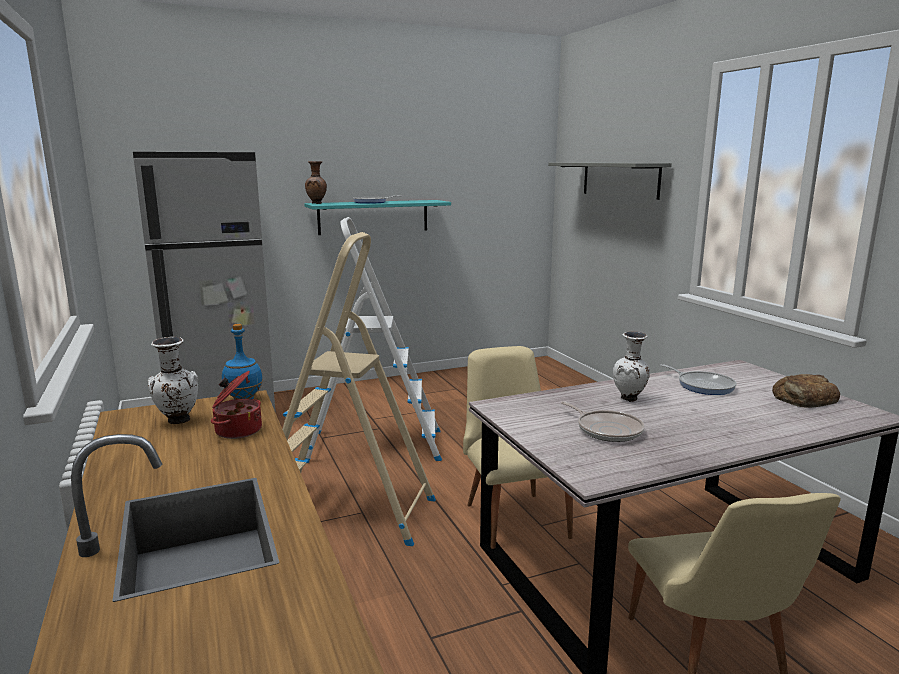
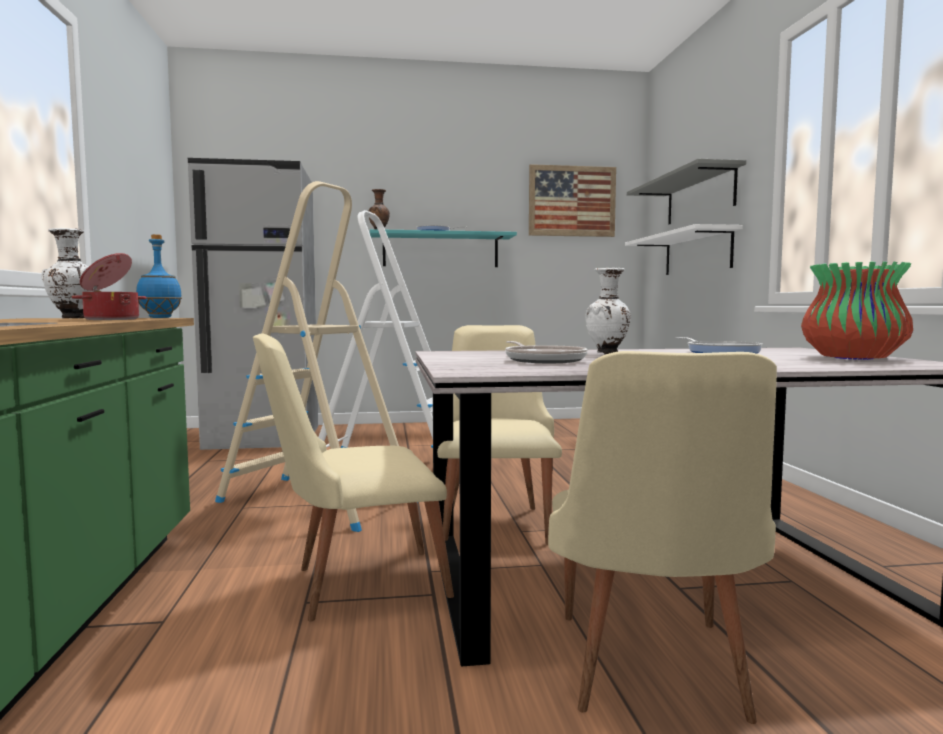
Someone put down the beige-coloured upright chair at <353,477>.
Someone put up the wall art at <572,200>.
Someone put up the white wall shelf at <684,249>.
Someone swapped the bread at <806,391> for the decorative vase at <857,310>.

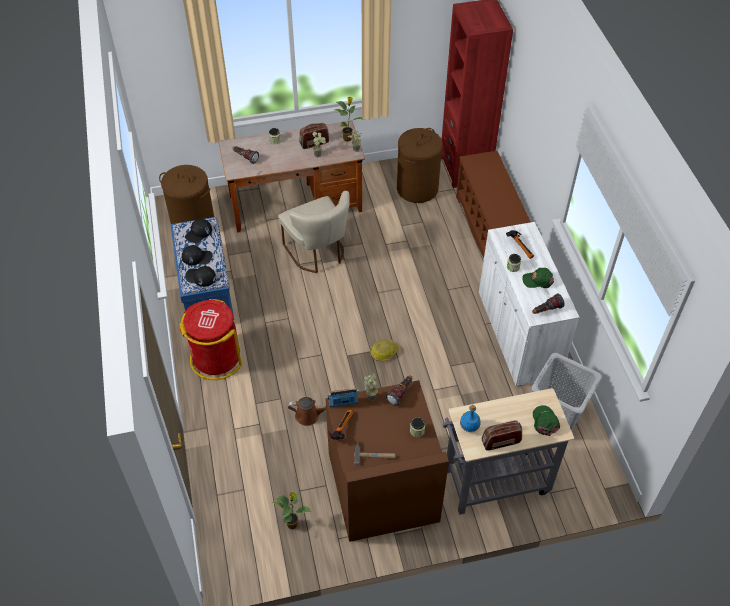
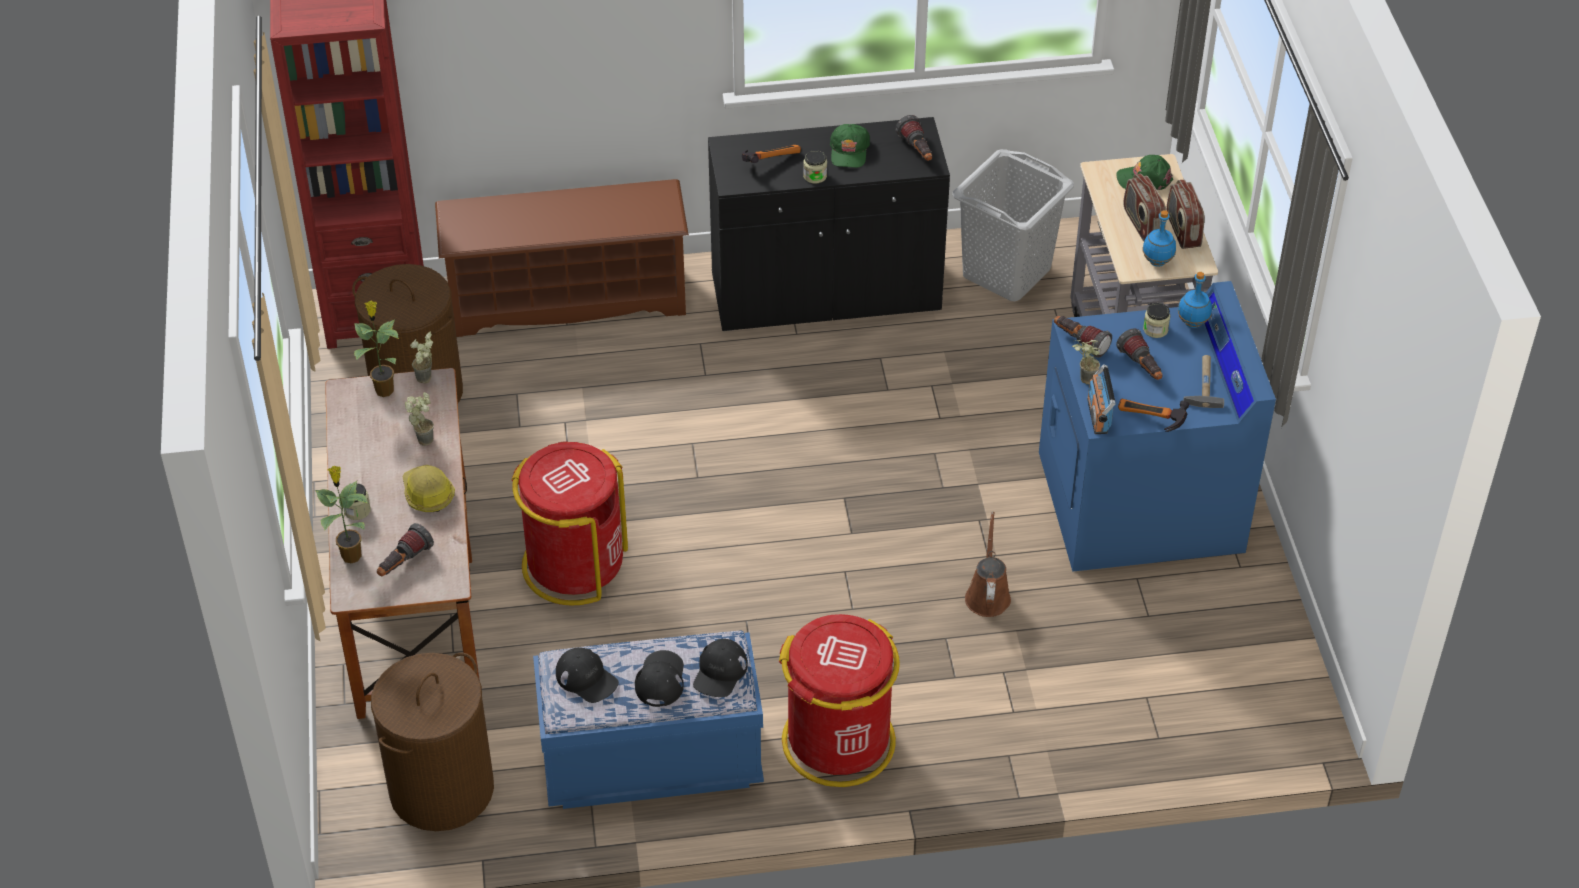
Someone put down the torch at <1139,354>.
Someone put down the blue bottle at <1195,300>.
Someone carried the potted plant from <292,511> to <342,514>.
Someone carried the radio receiver from <314,136> to <1144,207>.
Someone carried the safety helmet from <385,351> to <428,488>.
Someone swapped the beige-coloured upright chair at <314,232> for the red-coloured waste bin at <569,523>.
Someone repainted the brown washing machine at <387,461>, which became the blue washing machine at <1157,426>.
Someone repainted the white cabinet at <529,304>, which became the black-coloured cabinet at <829,224>.

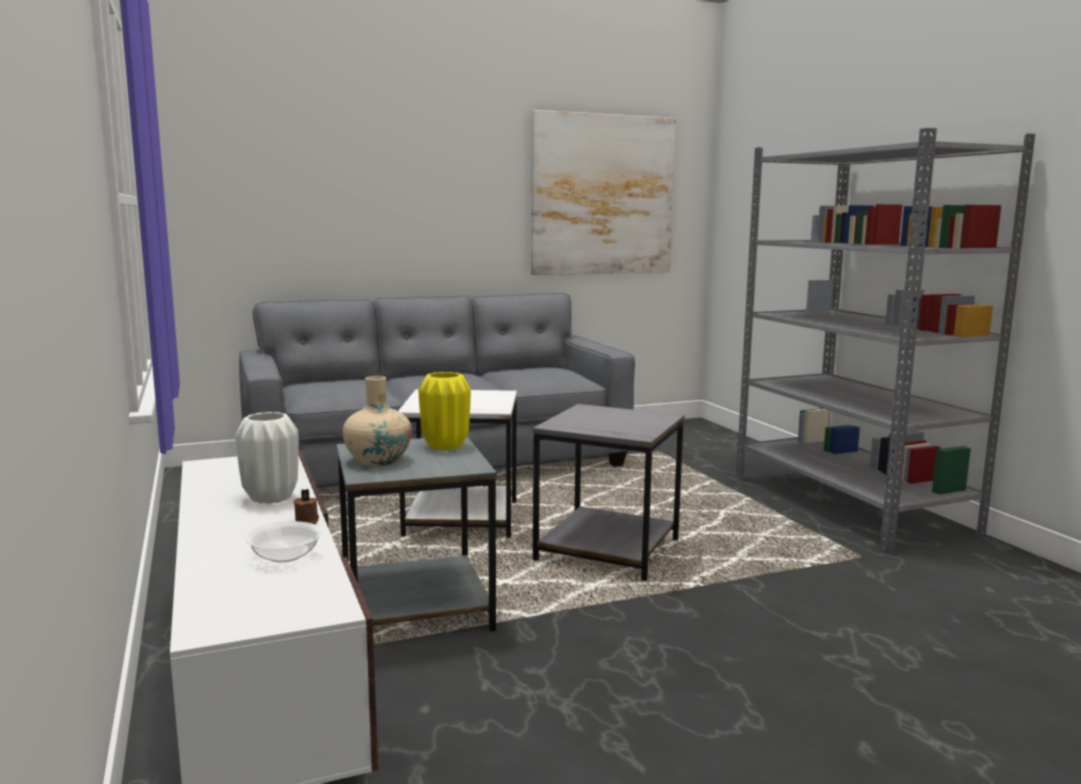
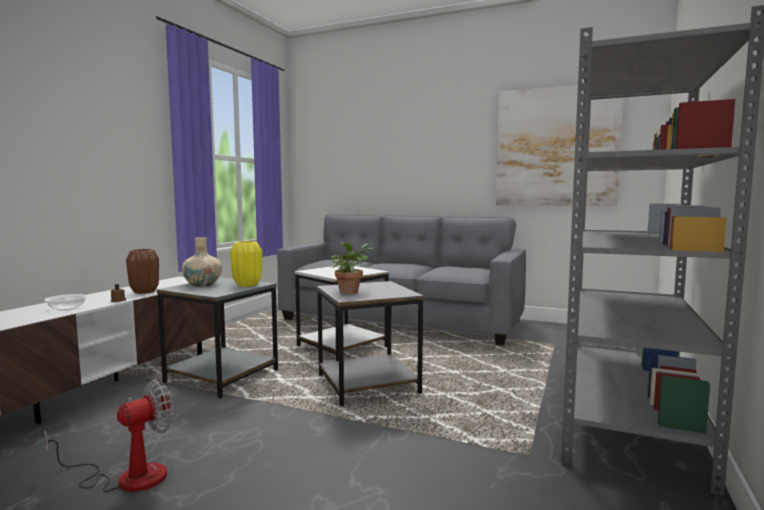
Someone put down the electric fan at <109,436>.
Someone put down the potted plant at <352,268>.
Someone repainted the white decorative vase at <267,458>, which became the brown decorative vase at <142,271>.

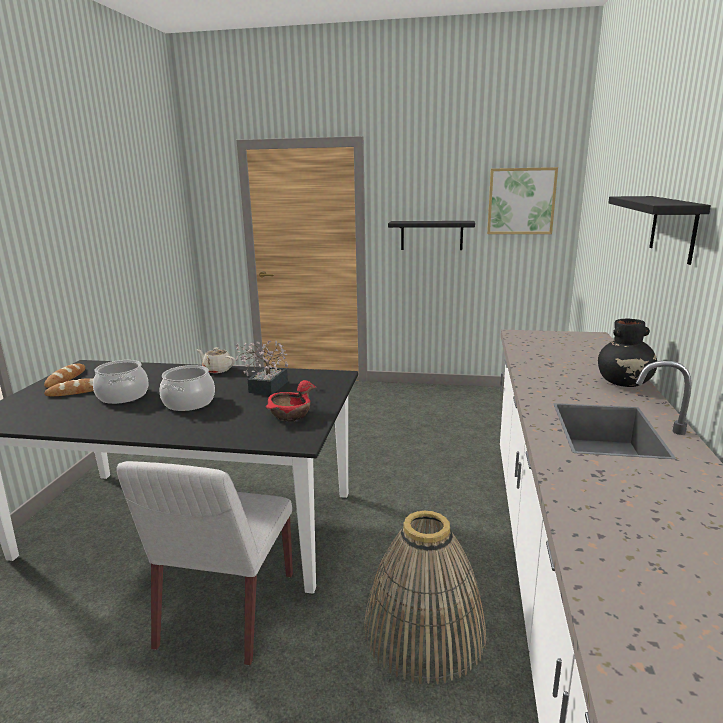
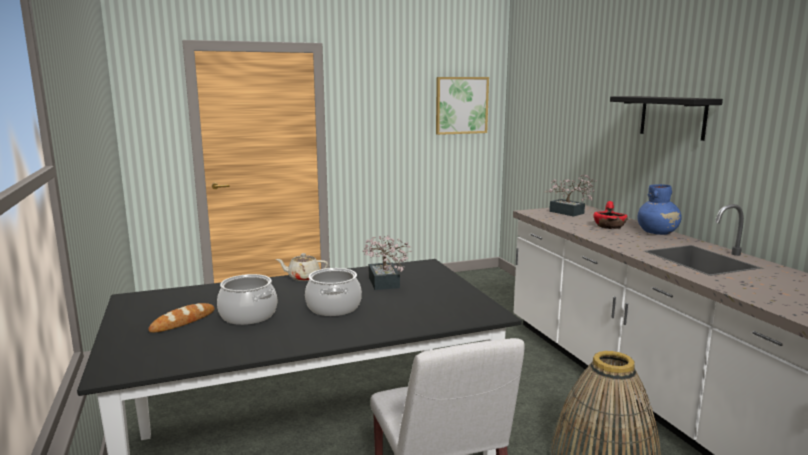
Someone took away the bread at <64,376>.
Someone took away the black-coloured wall shelf at <431,235>.
Someone put down the potted plant at <570,195>.
Someone carried the red-coloured serving bowl from <291,401> to <610,215>.
Someone repainted the black-coloured decorative vase at <627,352>, which became the blue decorative vase at <660,209>.

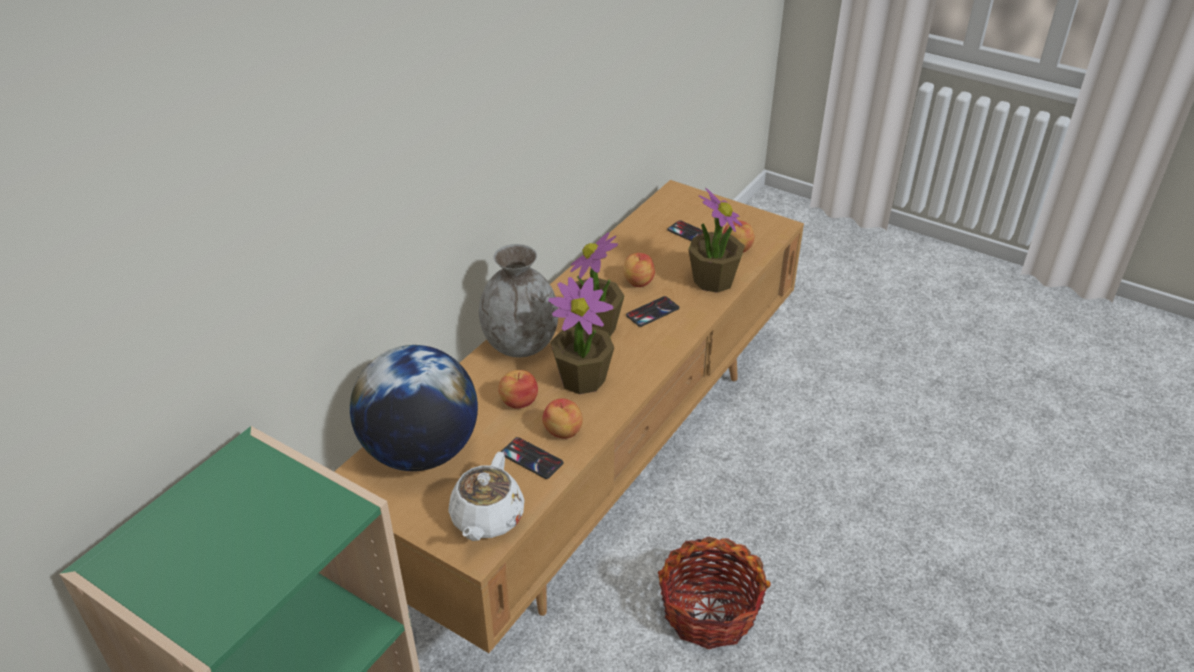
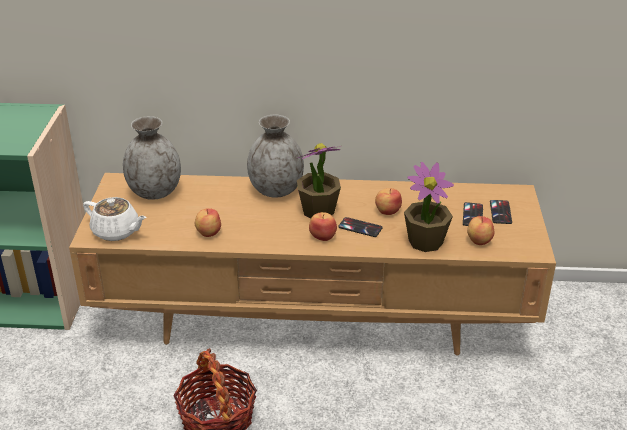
Someone took away the potted plant at <581,335>.
Someone carried the apple from <518,389> to <323,226>.
Someone carried the handset from <532,458> to <501,212>.
Someone swapped the globe at <414,408> for the greyish decorative vase at <152,158>.
Someone rotated the white teapot at <486,496> by 135 degrees counterclockwise.

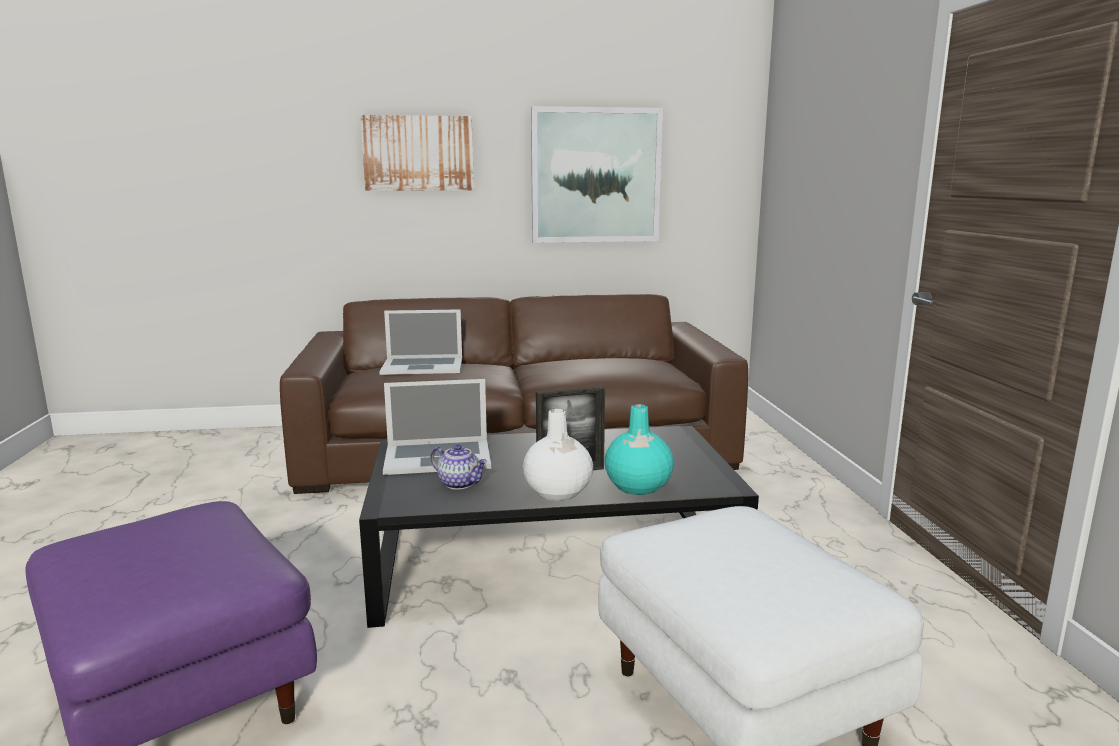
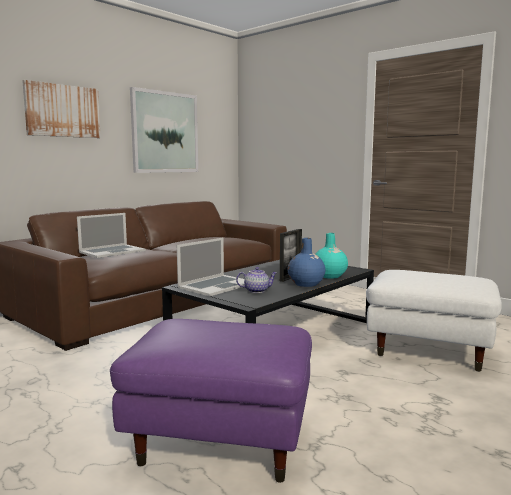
Someone repainted the white decorative vase at <558,455>, which became the blue decorative vase at <307,262>.

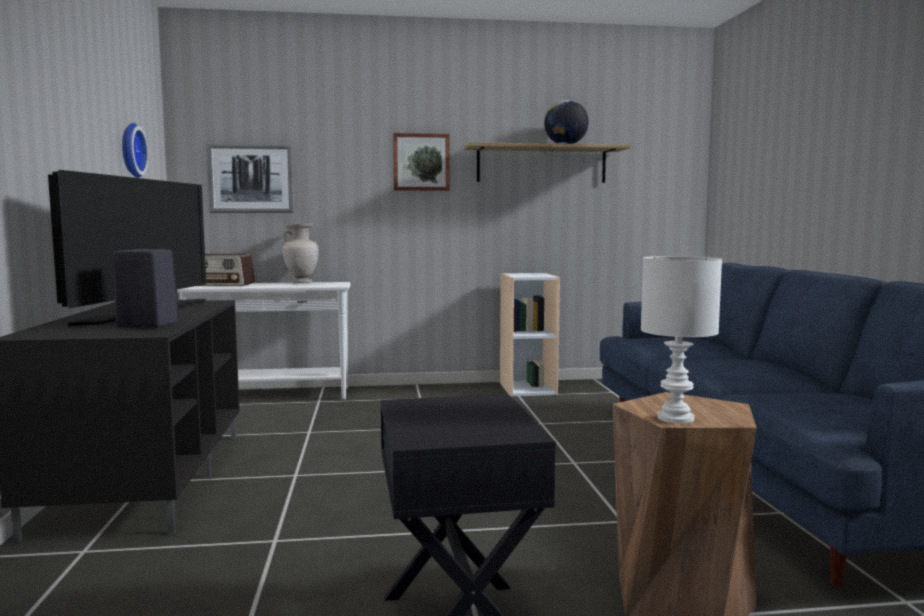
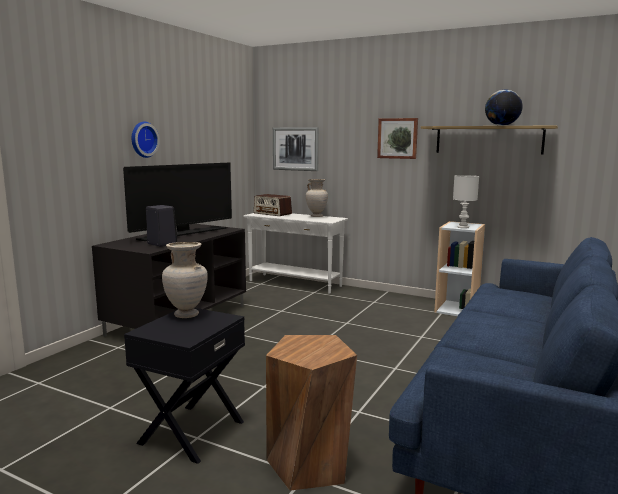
Someone put down the beige-coloured decorative vase at <185,280>.
Someone carried the wall clock from <135,150> to <146,140>.
Someone carried the white table lamp from <681,340> to <466,202>.

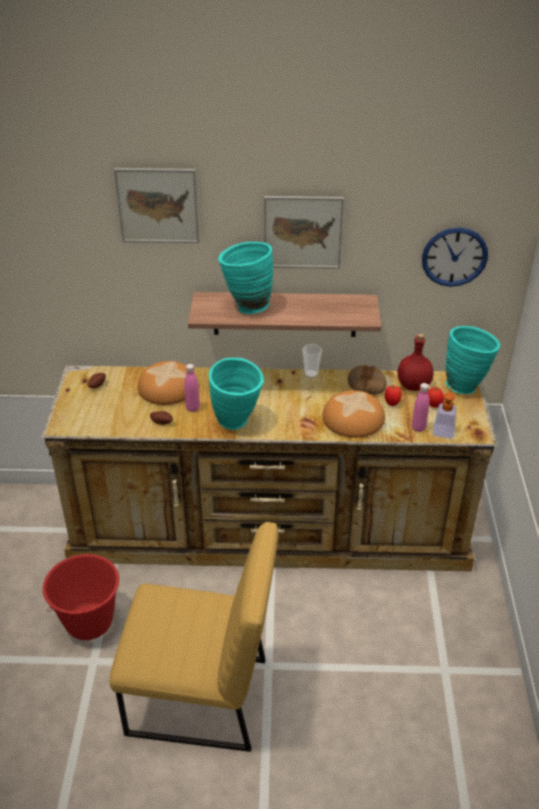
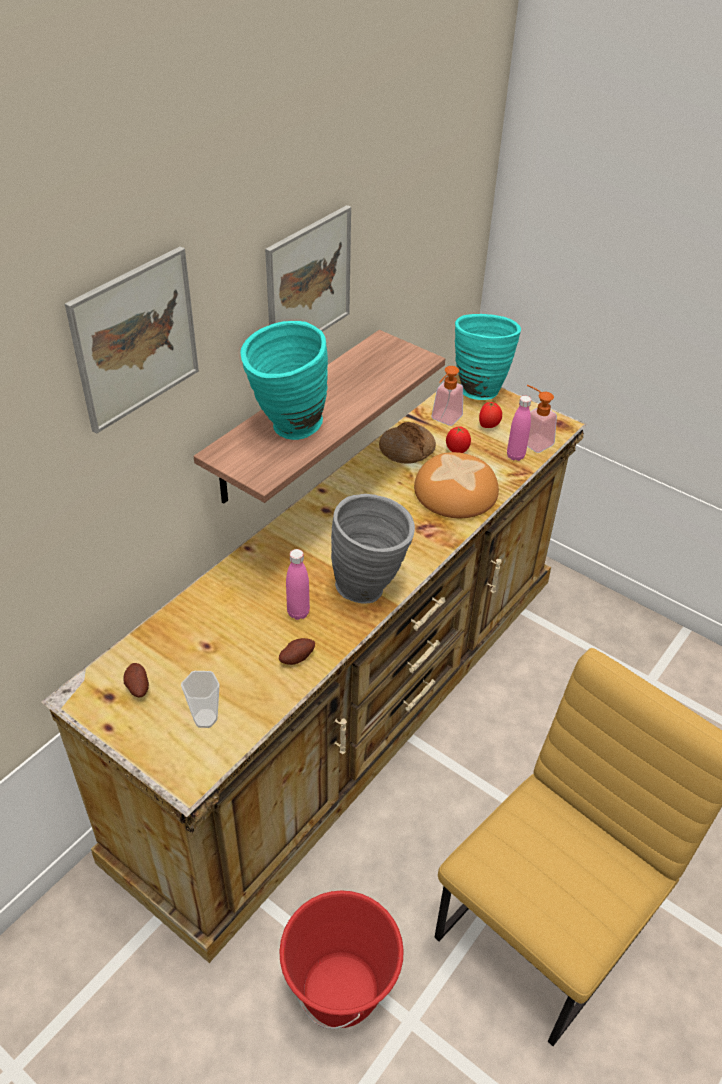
Someone took away the bread at <162,383>.
Someone took away the wall clock at <455,257>.
Someone carried the drinking cup from <312,361> to <200,699>.
Someone swapped the red-coloured bottle at <415,362> for the soap bottle at <447,396>.
Someone repainted the turquoise-coloured decorative vase at <236,394>, which became the greyish decorative vase at <373,549>.

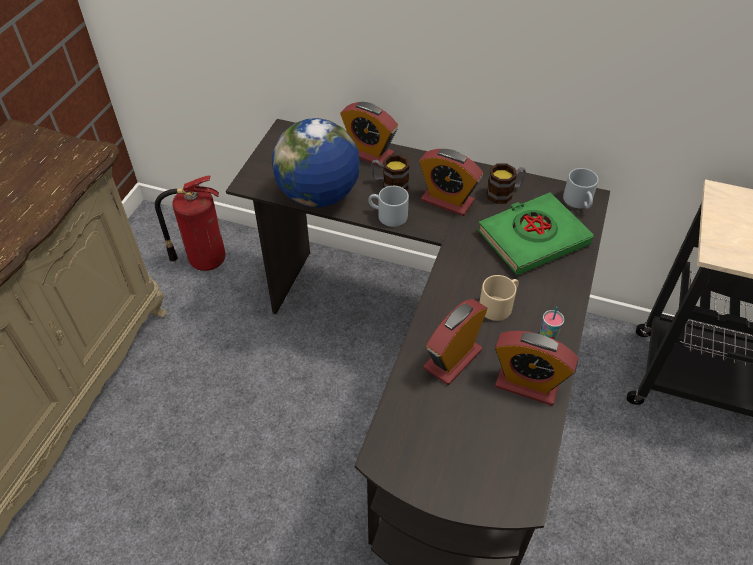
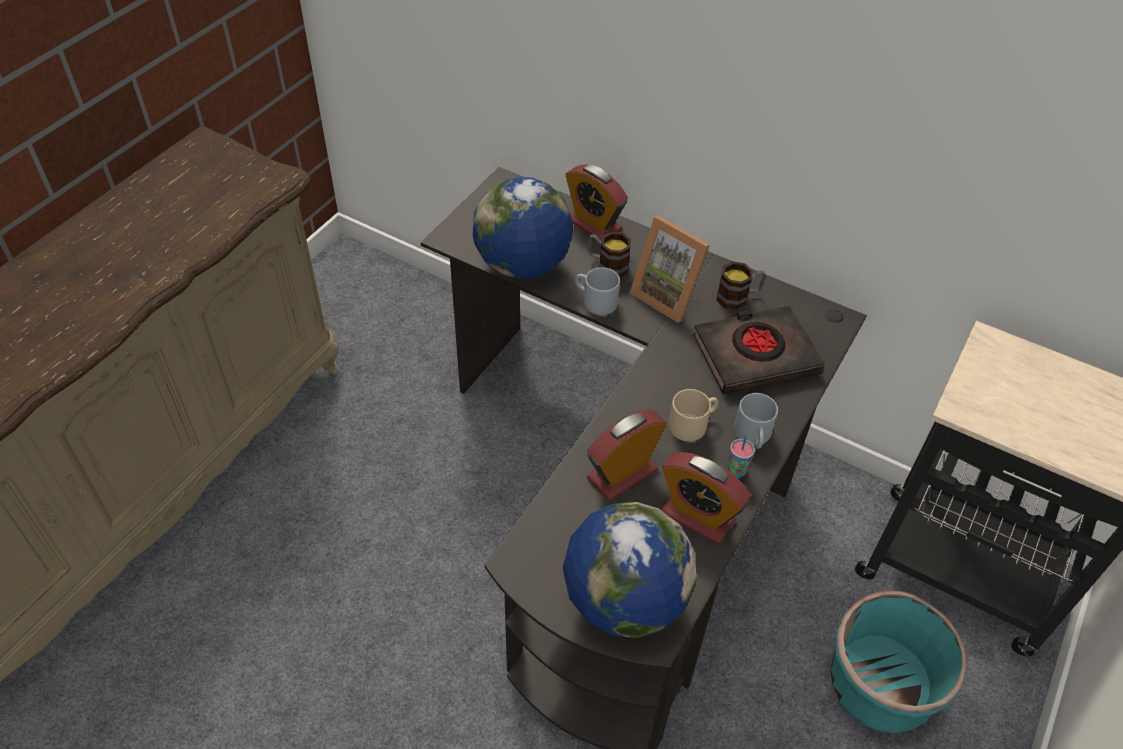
Someone took away the fire extinguisher at <190,223>.
Someone put down the globe at <630,570>.
Someone put down the turquoise-coloured plant pot at <898,661>.
Someone carried the greyish coffee mug from <580,188> to <756,421>.
Someone swapped the bedside clock at <451,182> for the photo frame at <670,269>.
Someone repainted the green-coloured bound book at <535,233>, which became the black-coloured bound book at <759,349>.

